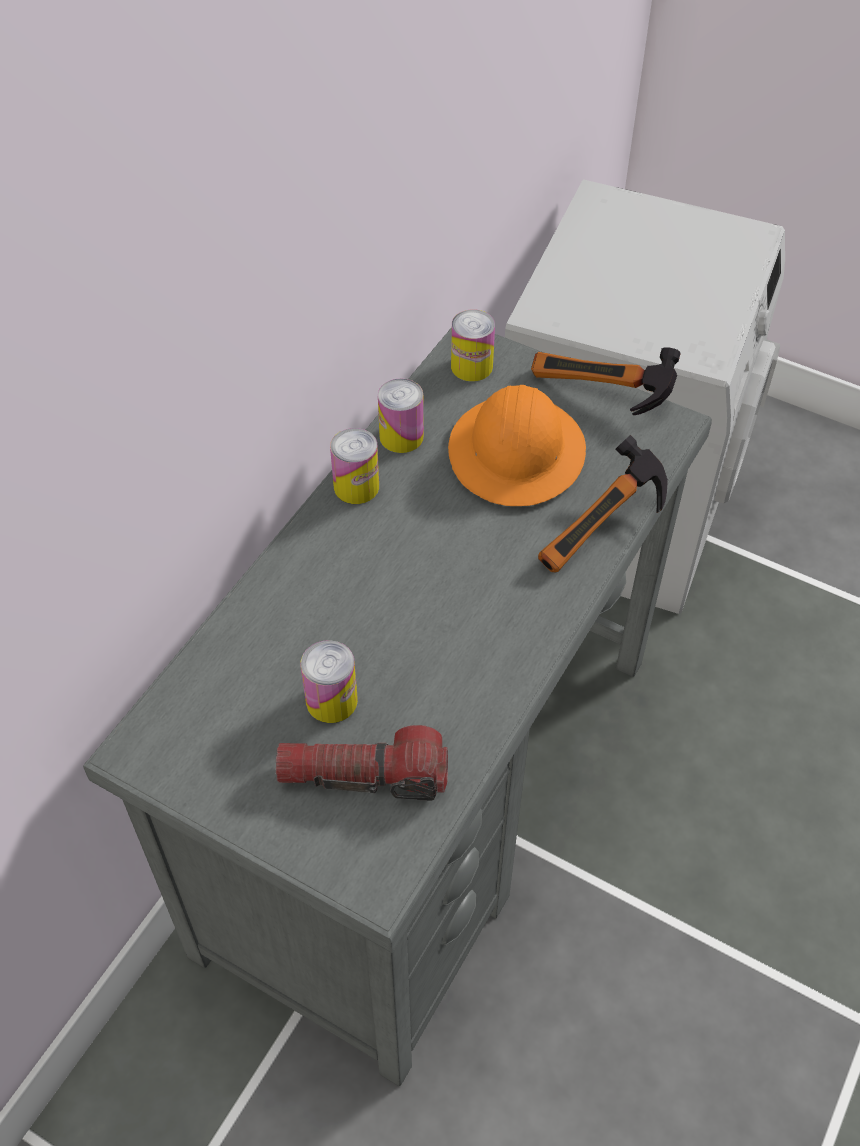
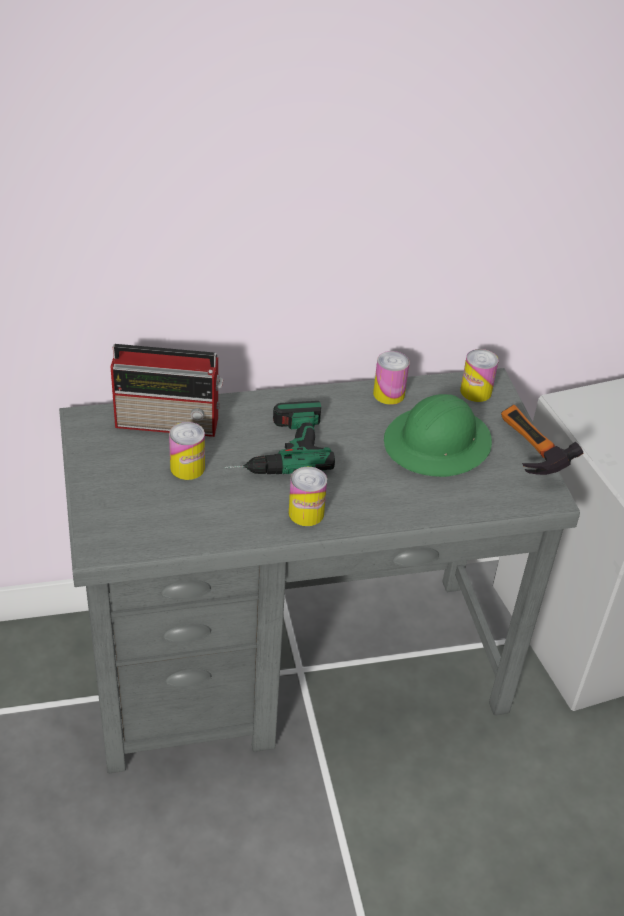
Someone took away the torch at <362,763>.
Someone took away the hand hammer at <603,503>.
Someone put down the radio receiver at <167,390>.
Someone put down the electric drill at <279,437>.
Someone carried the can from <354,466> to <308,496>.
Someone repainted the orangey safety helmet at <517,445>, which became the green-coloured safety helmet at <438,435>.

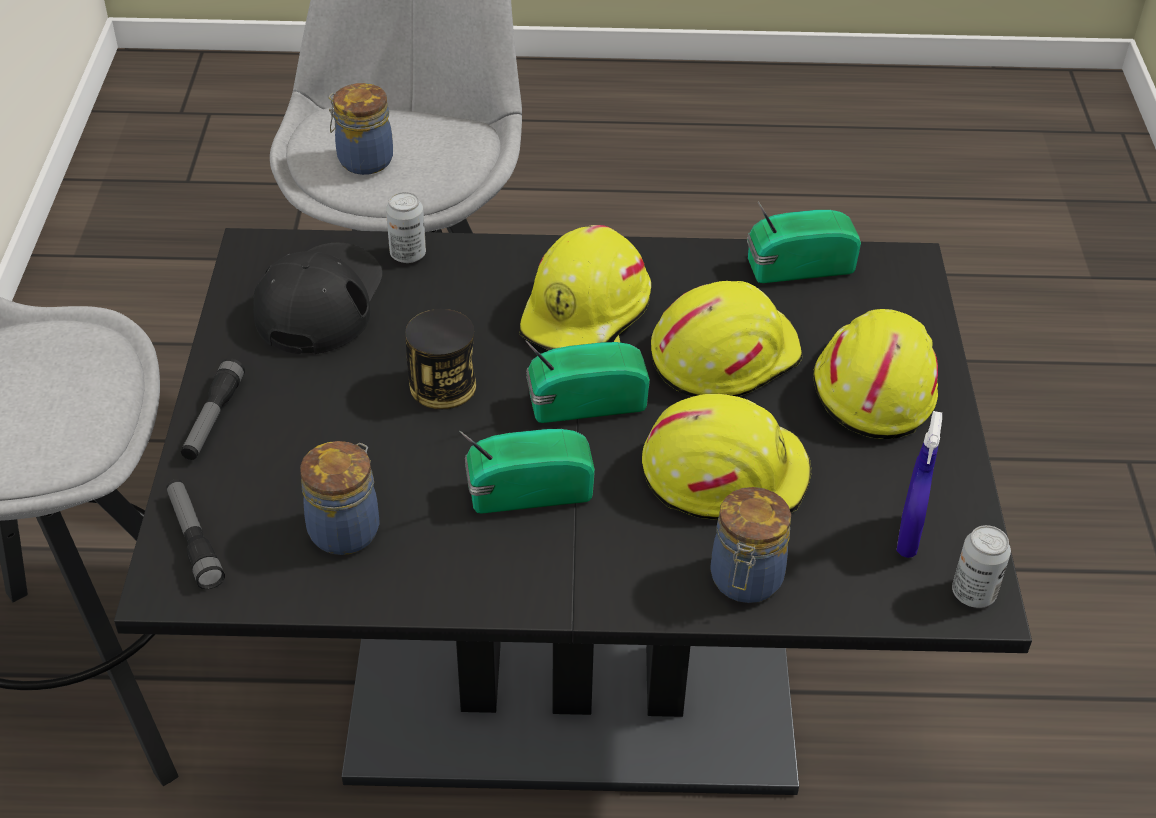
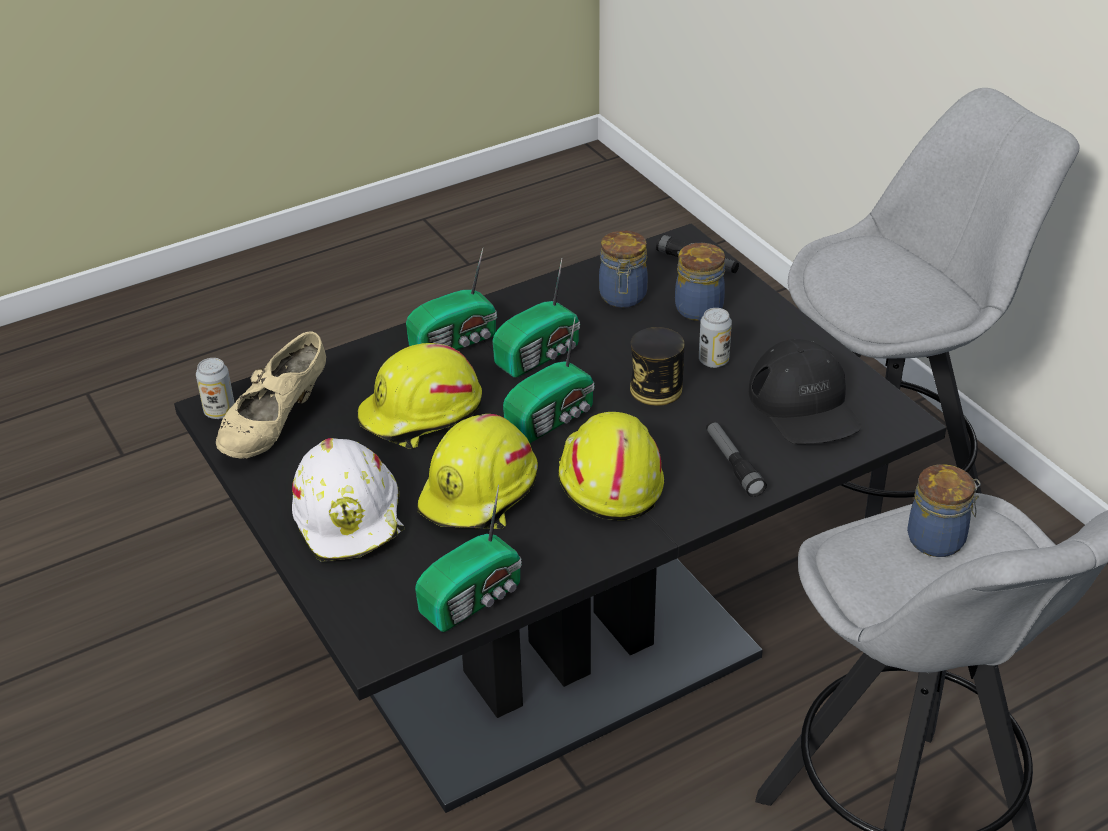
Someone put down the radio receiver at <451,299>.
Someone carried the torch from <213,409> to <736,459>.
Someone carried the can from <406,227> to <715,338>.
Someone carried the preserve jar from <750,545> to <700,282>.
Someone swapped the blue spray bottle at <919,484> for the beige-coloured shoe at <271,395>.
Someone repainted the yellow-coloured safety helmet at <875,374>, which became the white safety helmet at <348,500>.

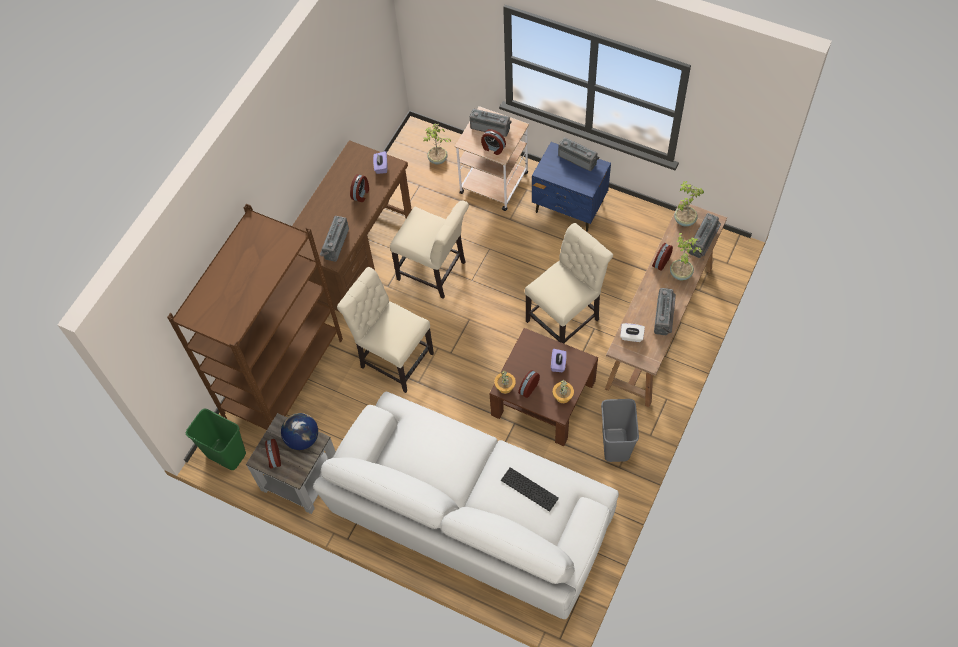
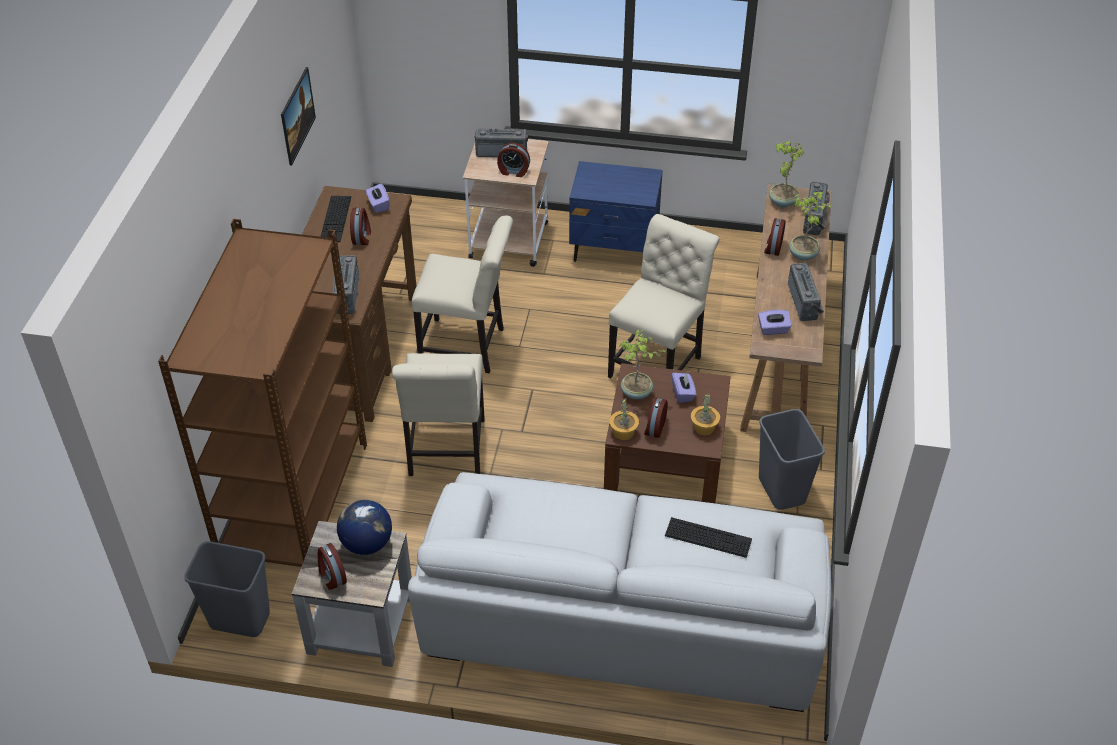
Someone took away the radio receiver at <578,154>.
Someone put up the wall art at <298,116>.
Someone put down the computer keyboard at <336,219>.
Someone carried the potted plant from <437,144> to <644,365>.
Someone repainted the green-coloured waste bin at <216,439>, which became the greyish waste bin at <227,589>.
Someone repainted the white box of tissues at <632,332>, which became the purple box of tissues at <775,322>.
Someone rotated the beige-coloured upright chair at <385,330> by 105 degrees counterclockwise.

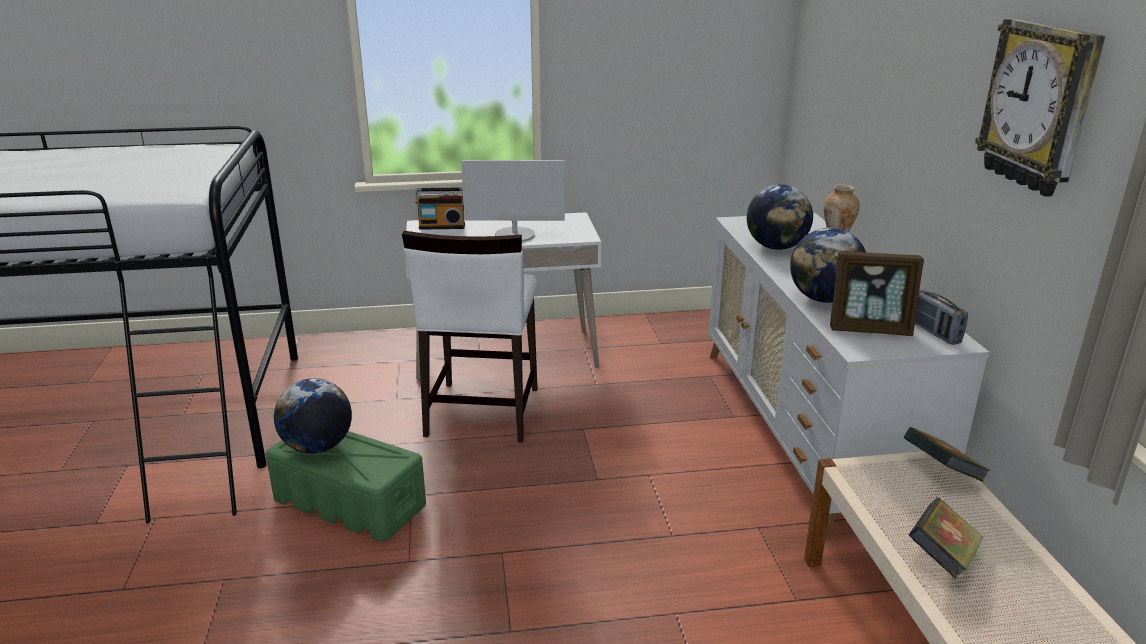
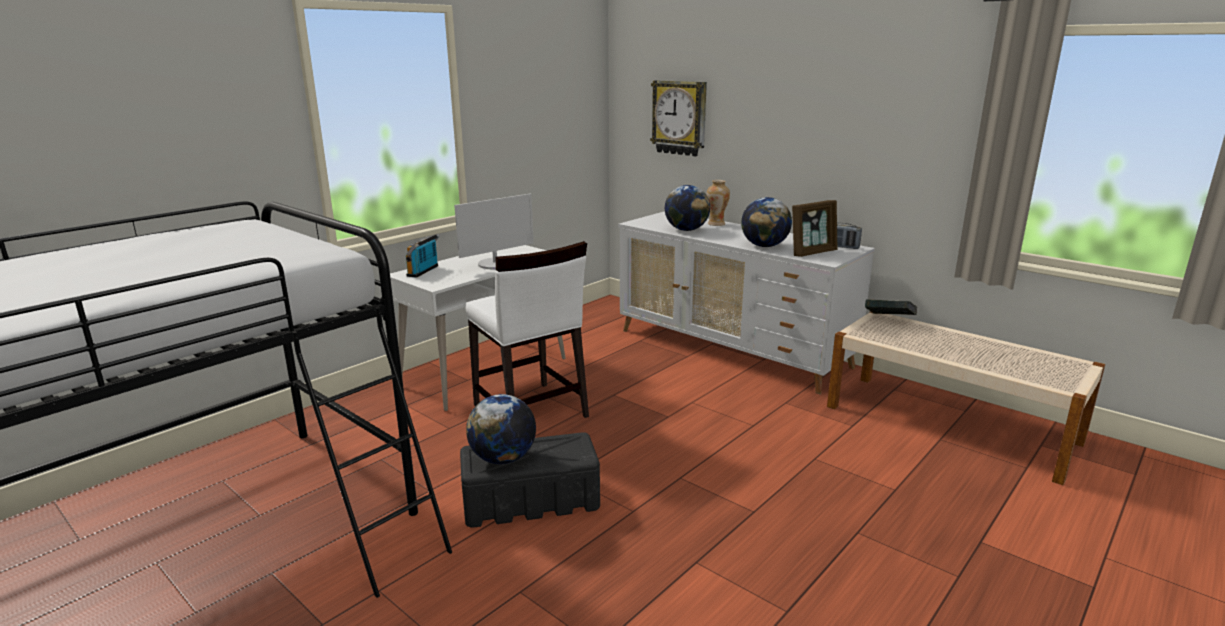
Someone took away the bound book at <946,538>.
Someone carried the wall clock from <1040,108> to <678,118>.
Someone repainted the green-coloured storage box at <346,486>, which became the black-coloured storage box at <530,480>.
Someone rotated the radio receiver at <440,208> by 150 degrees clockwise.

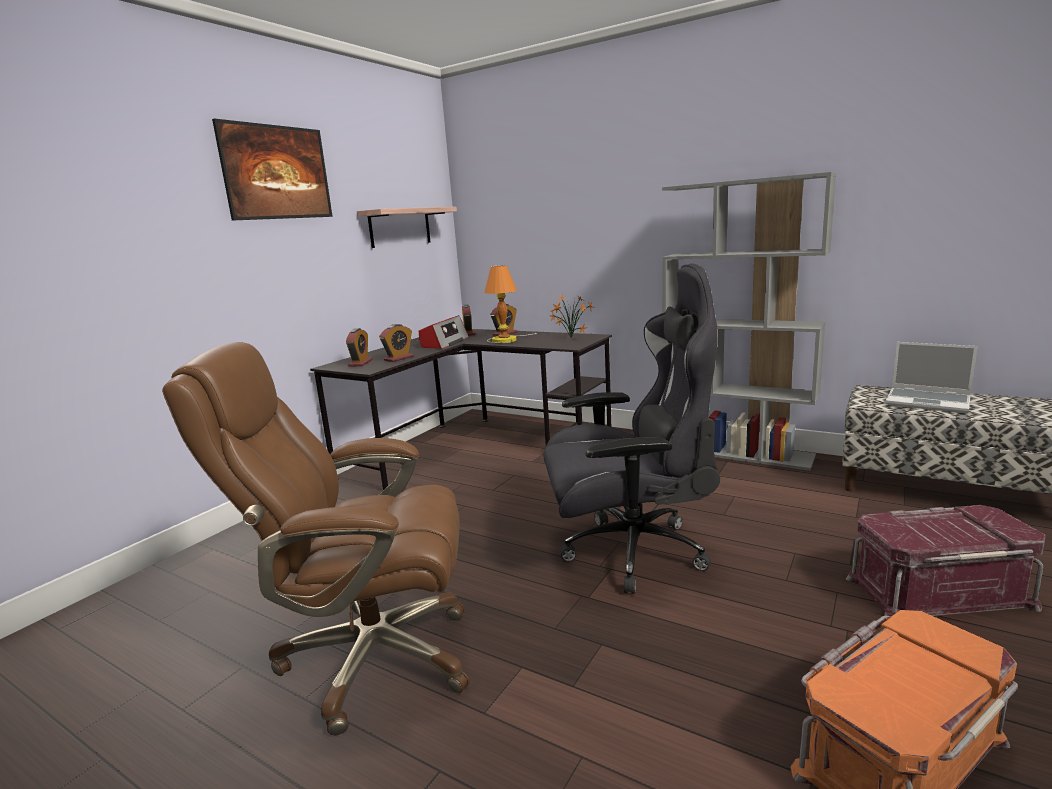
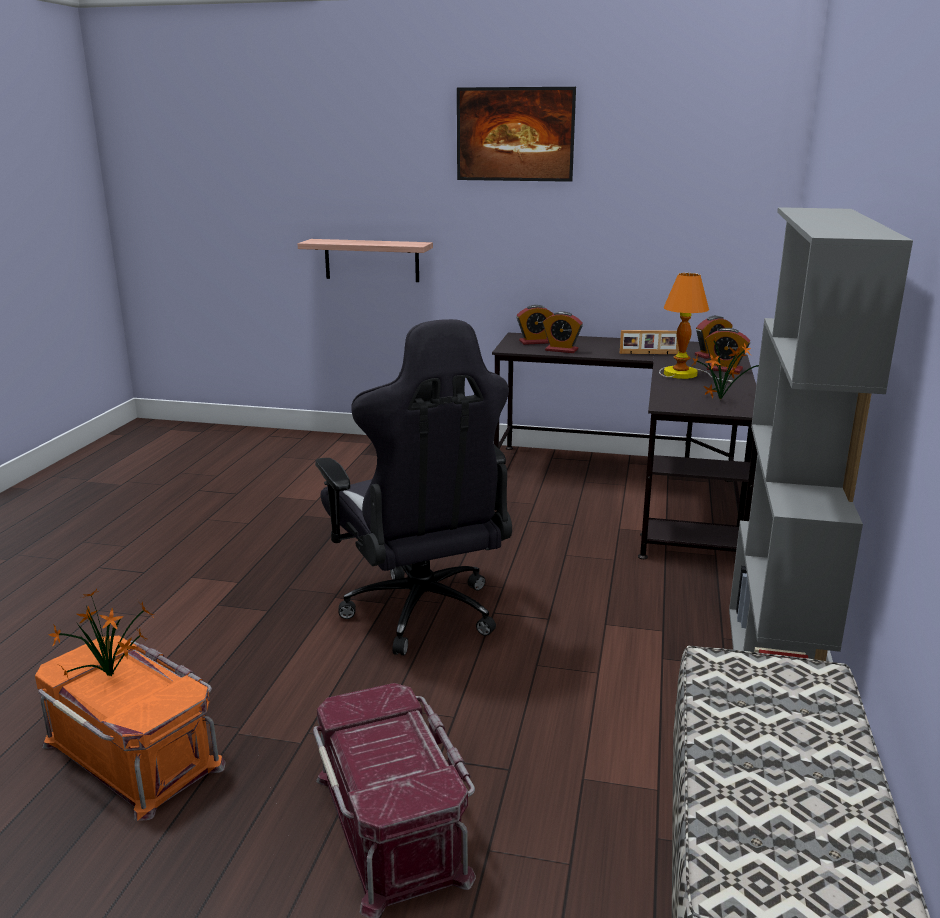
Someone took away the brown desk chair at <315,538>.
Someone took away the portable computer at <931,377>.
Someone put down the potted plant at <101,634>.
Someone carried the wall shelf from <407,227> to <365,260>.
Someone swapped the radio receiver at <444,332> for the photo frame at <649,342>.

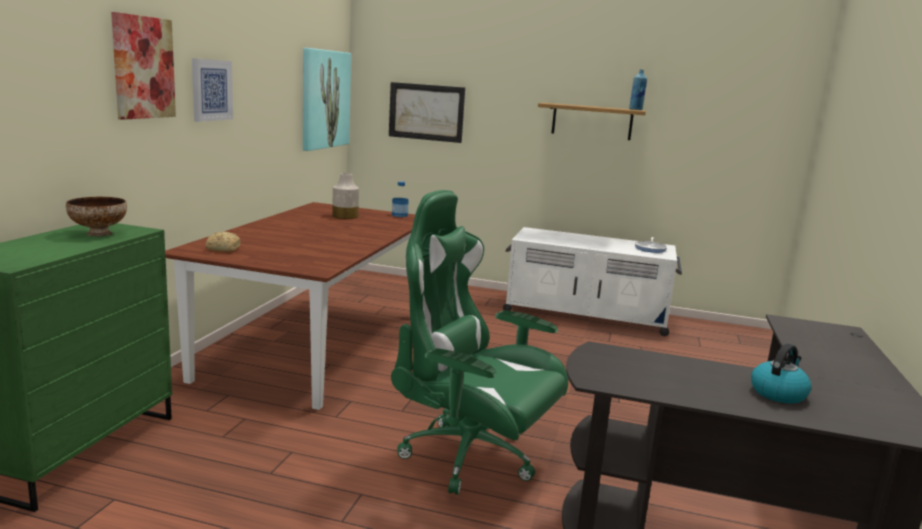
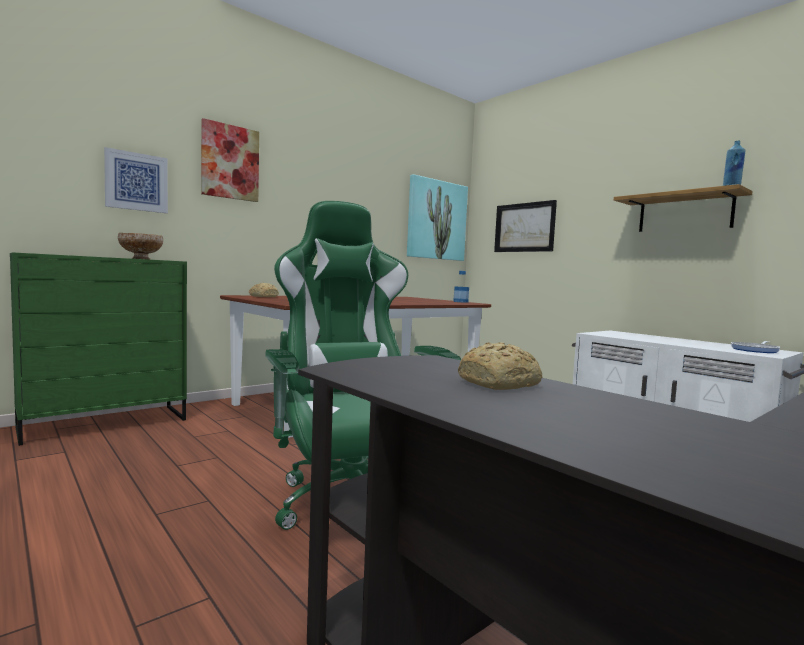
Someone took away the beige-coloured decorative vase at <345,196>.
Someone took away the tea kettle at <781,373>.
Someone put down the bread at <500,366>.
Someone carried the wall art from <212,90> to <136,180>.

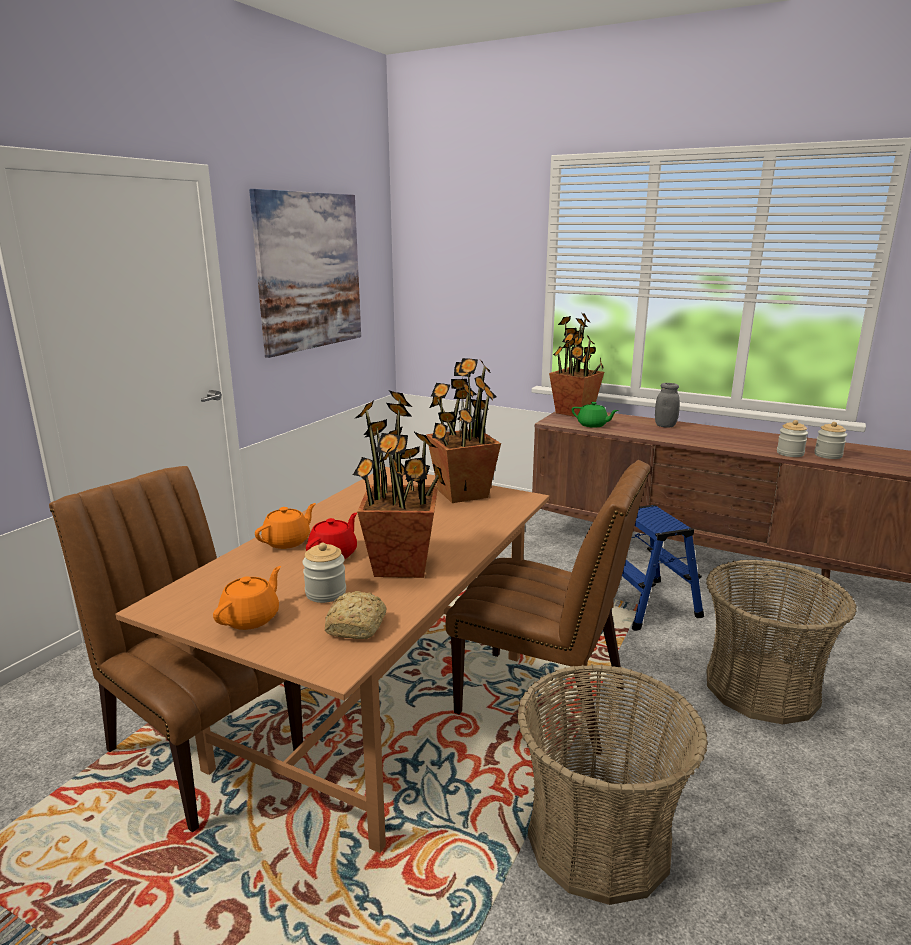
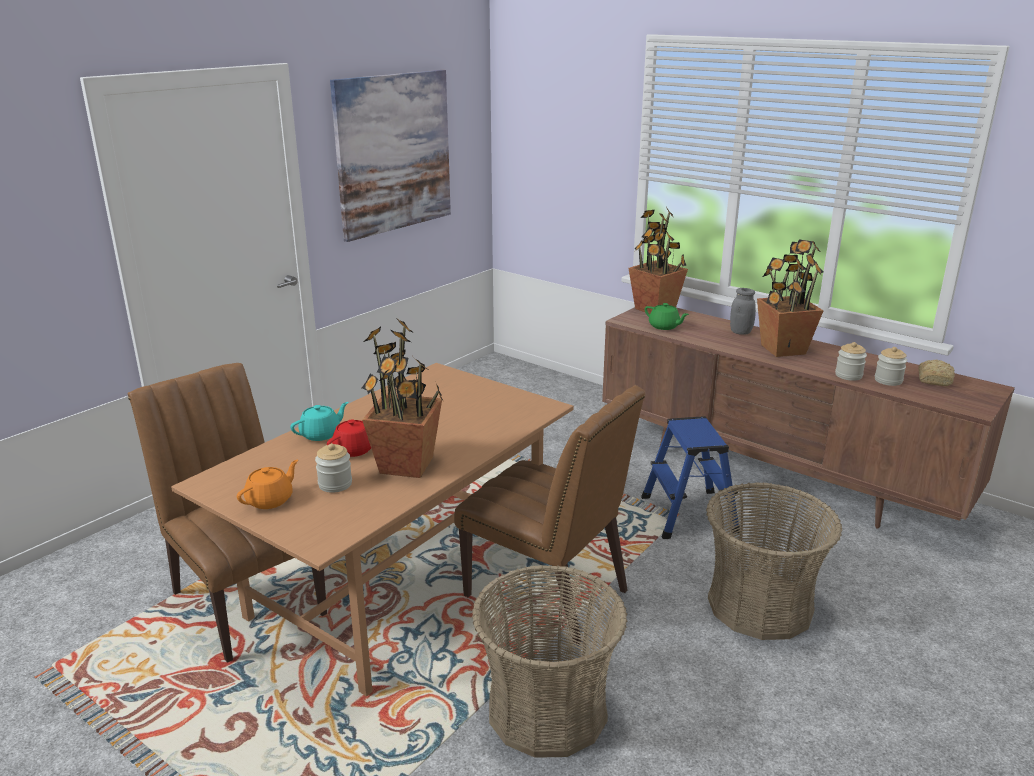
Someone carried the bread from <356,615> to <936,373>.
Someone carried the potted plant from <463,430> to <790,298>.
Someone repainted the orangey teapot at <285,526>, which became the turquoise-coloured teapot at <319,421>.

